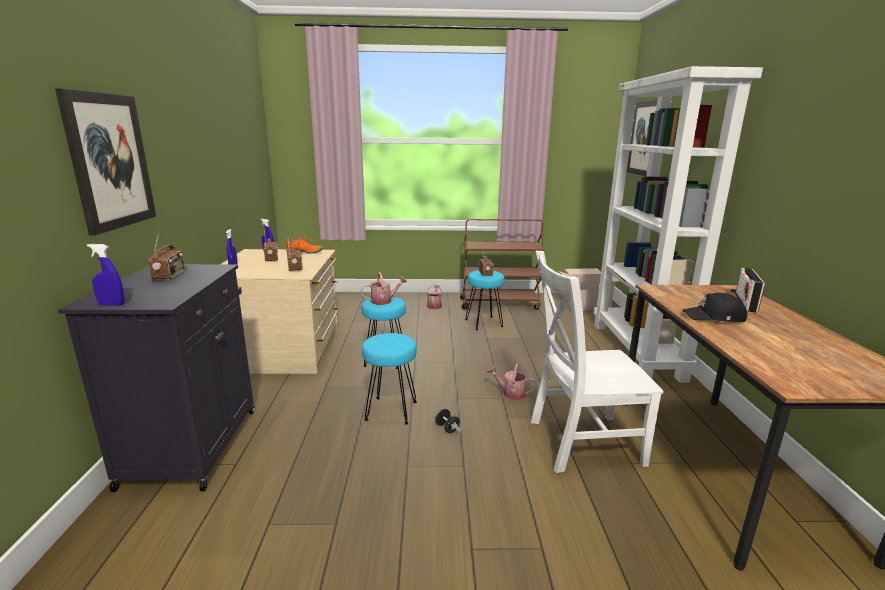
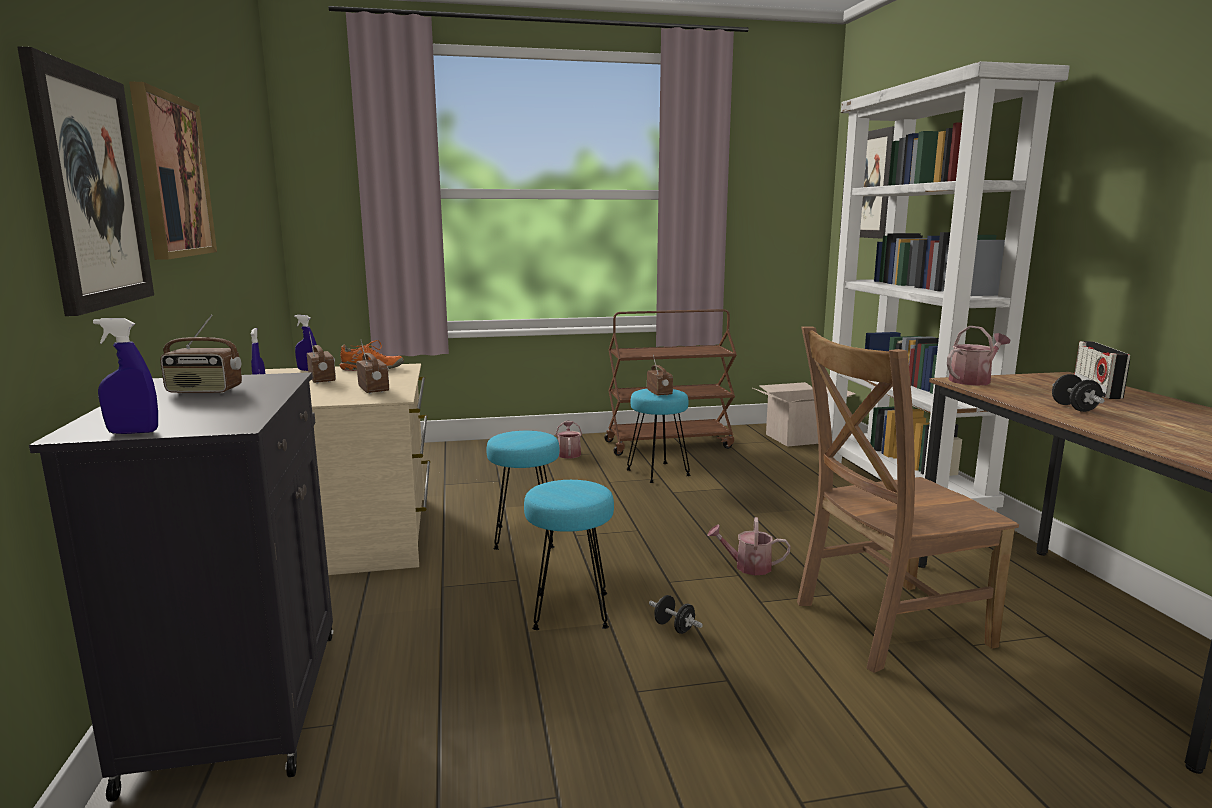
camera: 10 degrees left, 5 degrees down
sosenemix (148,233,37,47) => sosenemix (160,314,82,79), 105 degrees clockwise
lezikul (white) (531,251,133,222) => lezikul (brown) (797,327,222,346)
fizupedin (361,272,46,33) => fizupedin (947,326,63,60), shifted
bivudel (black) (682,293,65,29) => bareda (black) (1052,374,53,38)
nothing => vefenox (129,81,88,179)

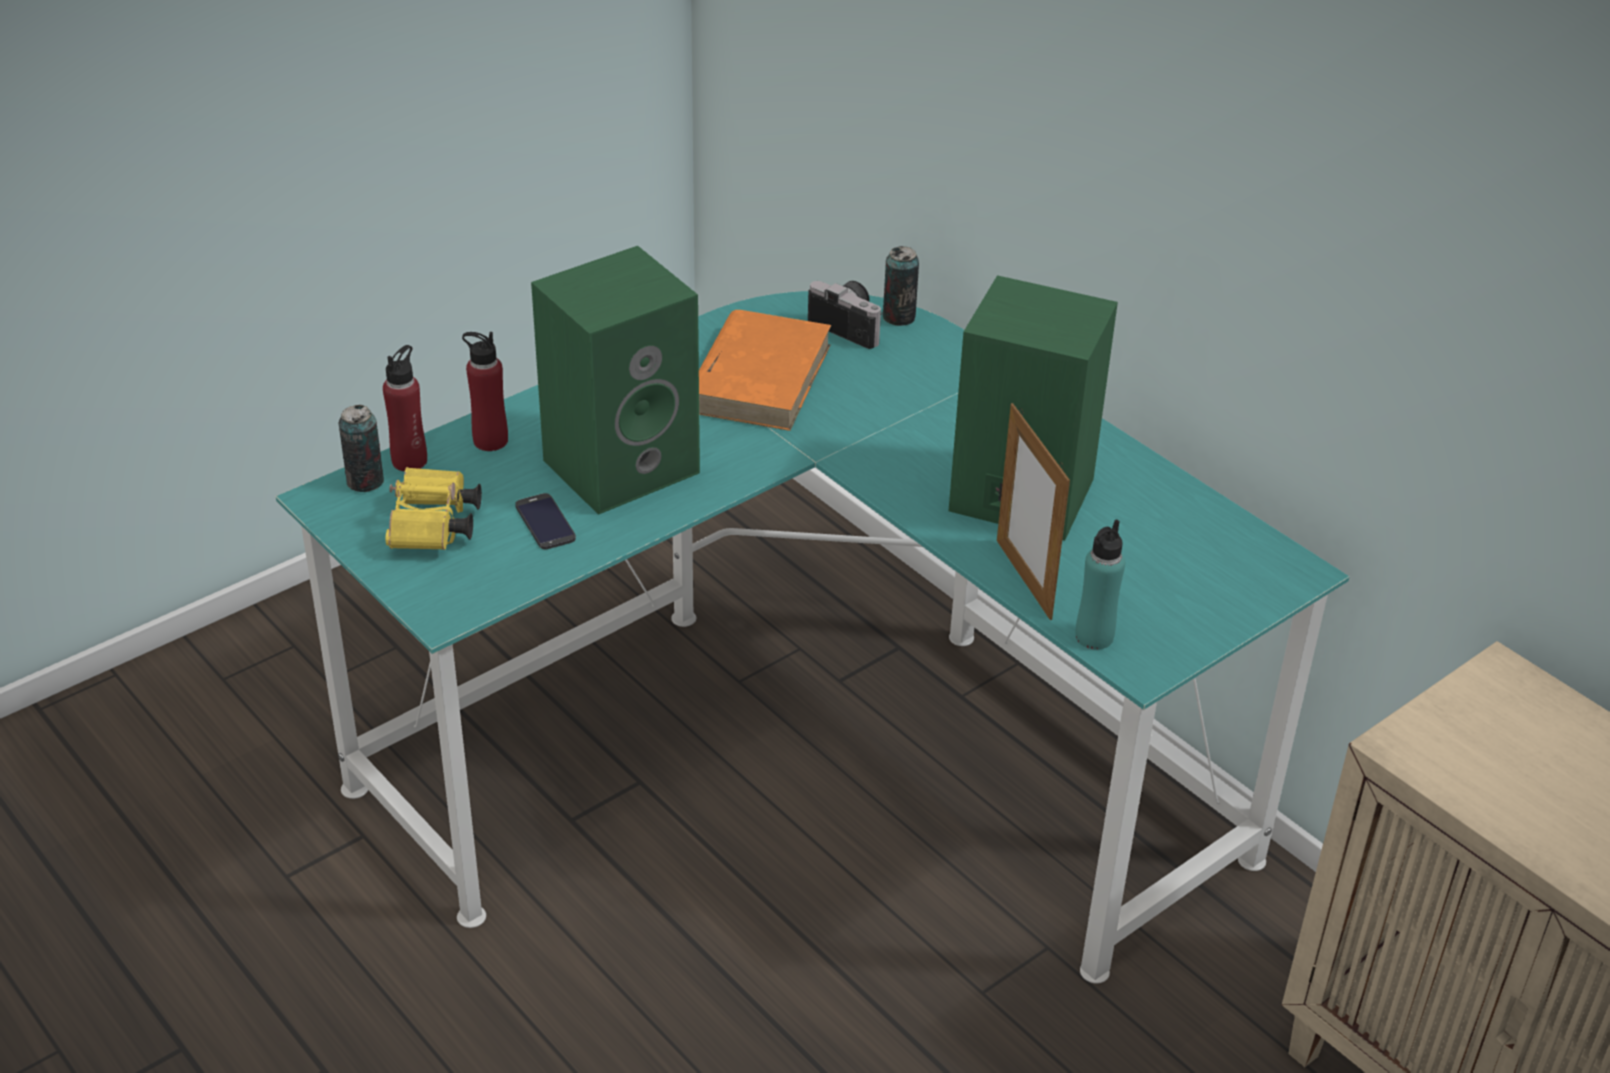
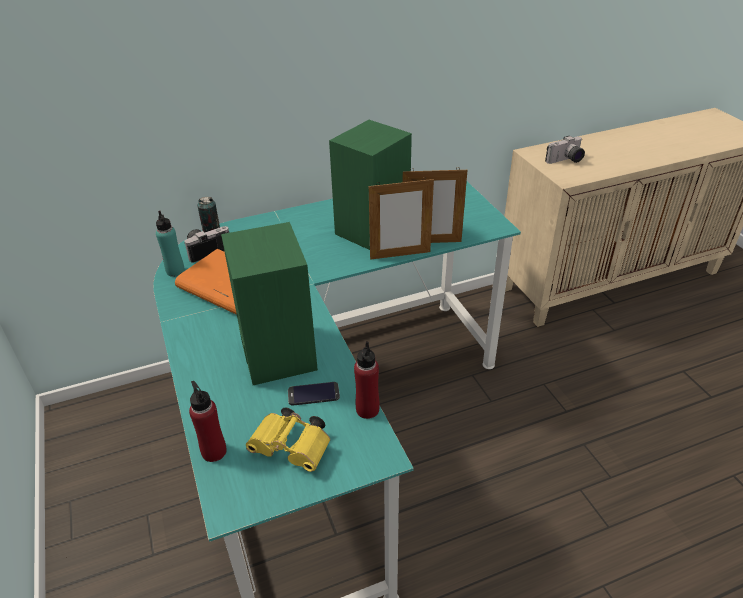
camera: 70 degrees left, 0 degrees up
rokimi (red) (462,332,46,119) => rokimi (red) (354,341,26,78), shifted
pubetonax (339,405,45,87) => nothing
rokimi (turquoise) (1075,519,50,131) => rokimi (turquoise) (156,211,29,66), shifted
nothing => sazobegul (545,136,40,28)
nothing => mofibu (369,177,65,83)

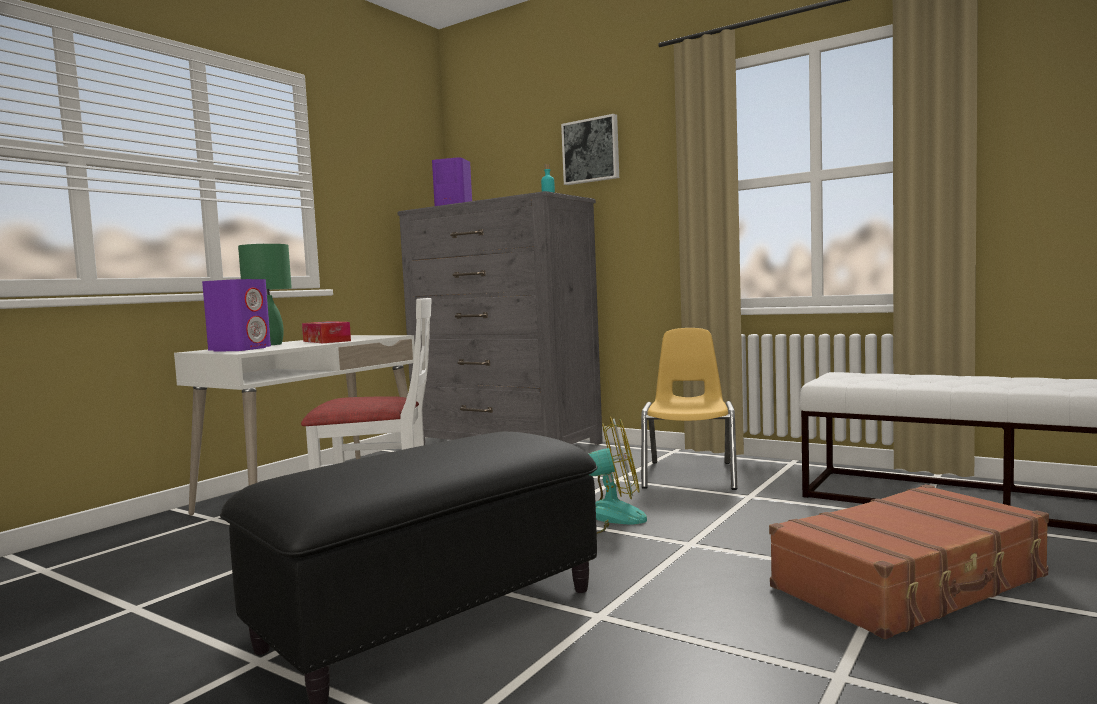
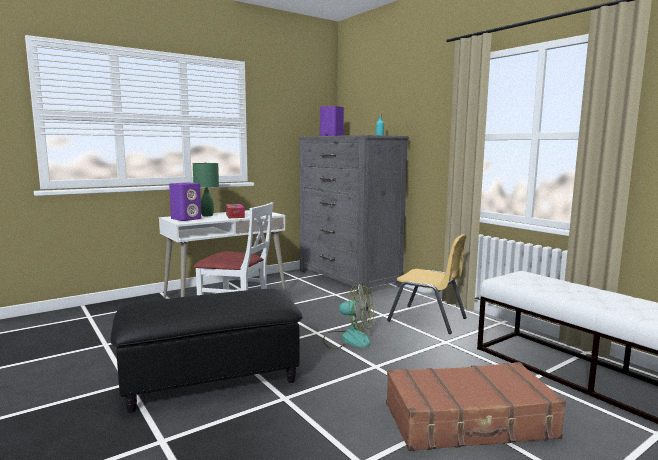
camera: 20 degrees right, 5 degrees up
vefenox (561,114,58,71) => nothing
lezikul (yellow) (641,328,96,162) => lezikul (yellow) (387,234,80,100), 90 degrees clockwise

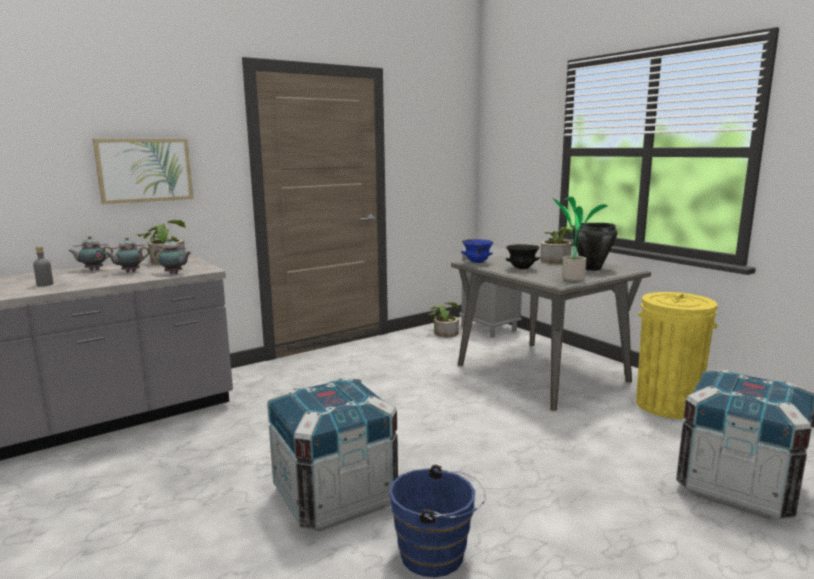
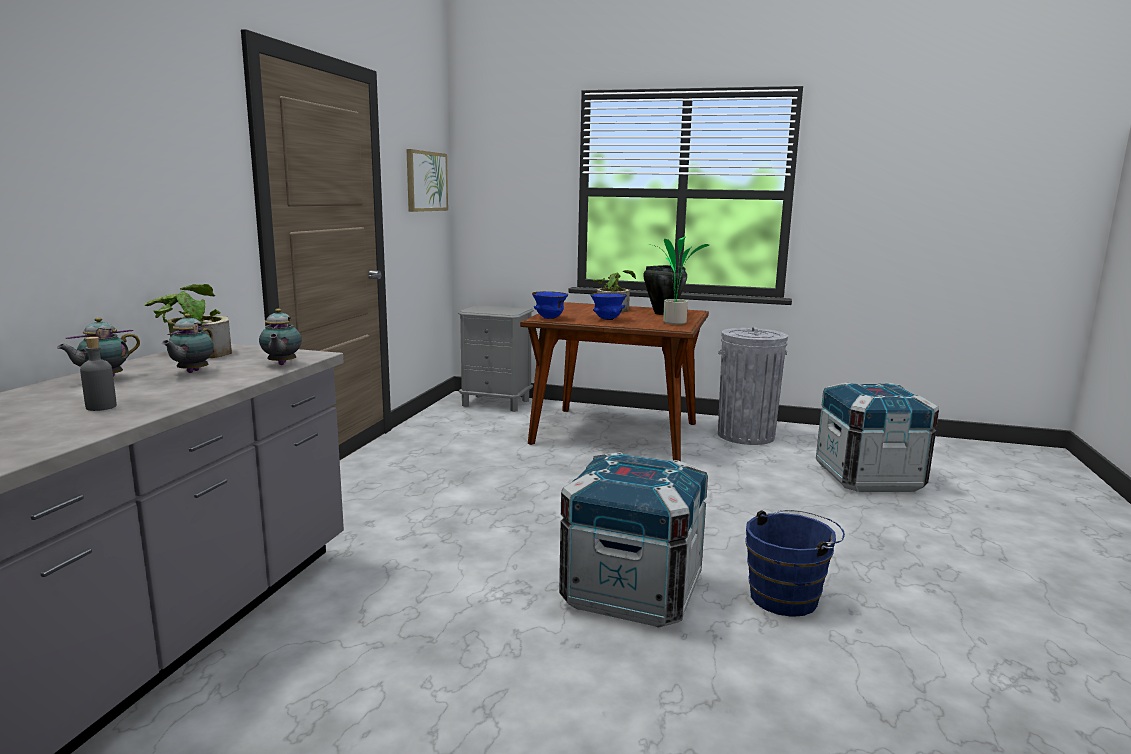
camera: 40 degrees left, 0 degrees up
vefenox (93,139,100,65) => vefenox (406,149,42,63), shifted
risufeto (154,238,37,36) => risufeto (259,309,43,56), 105 degrees clockwise
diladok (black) (506,244,34,26) => diladok (blue) (590,292,37,28)
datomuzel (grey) (451,250,200,161) => datomuzel (brown) (520,302,189,159)
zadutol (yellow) (636,292,82,127) => zadutol (grey) (718,327,70,118)
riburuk (428,302,31,36) => nothing

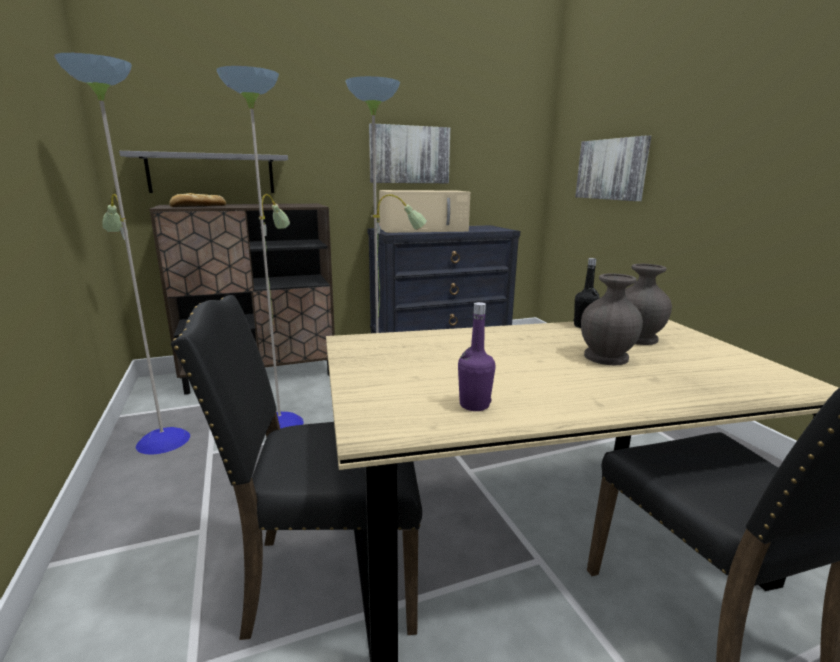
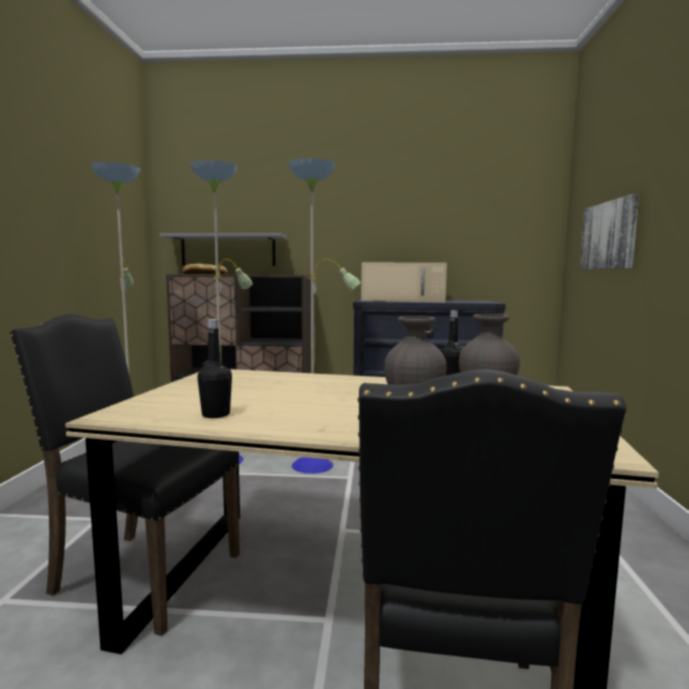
camera: 25 degrees right, 10 degrees down
vefenox (369,123,81,60) => nothing
rokimi (purple) (458,302,38,109) => rokimi (black) (197,319,35,99)

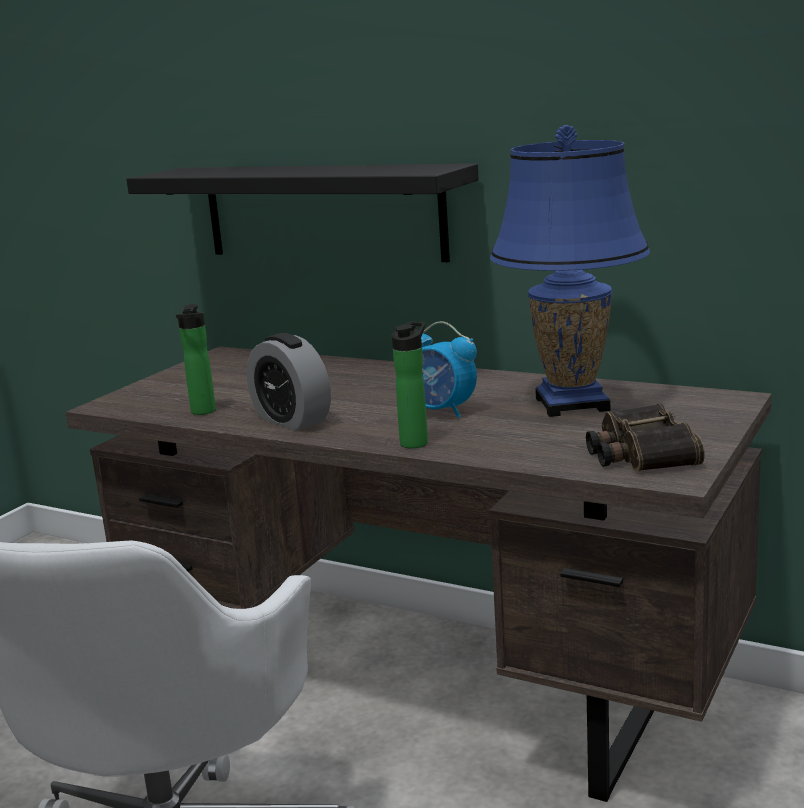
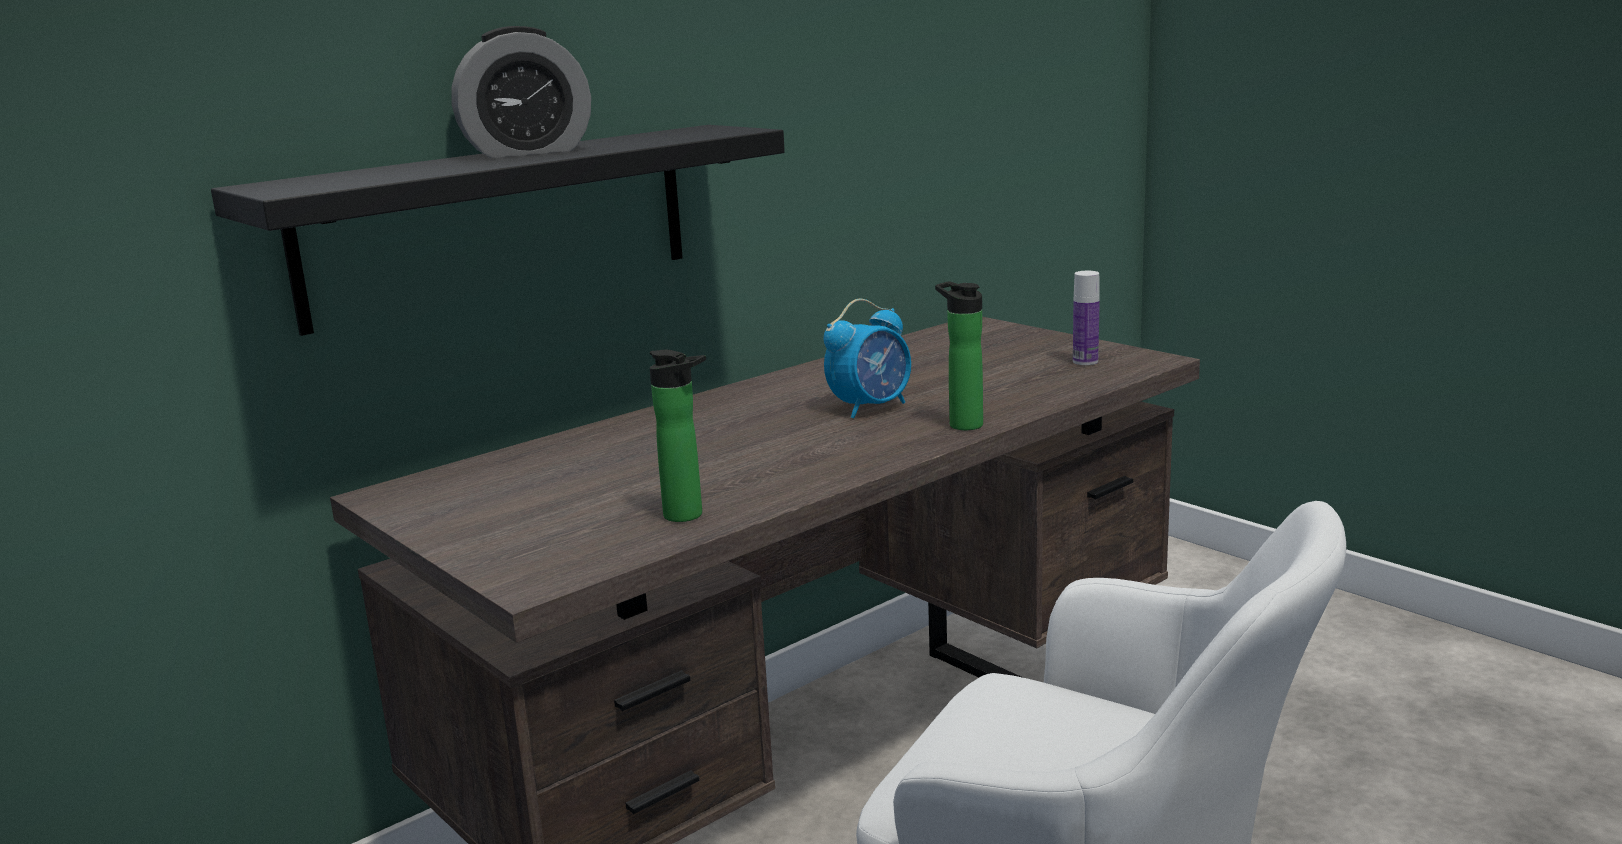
camera: 70 degrees left, 0 degrees up
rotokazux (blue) (490,125,160,292) => nothing
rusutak (247,333,84,98) => rusutak (452,26,139,132), shifted
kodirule (586,403,119,69) => rokimi (1073,271,27,94)

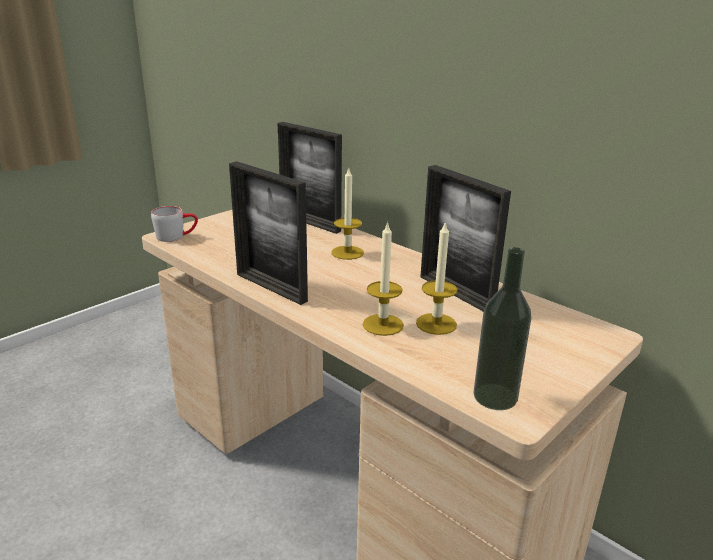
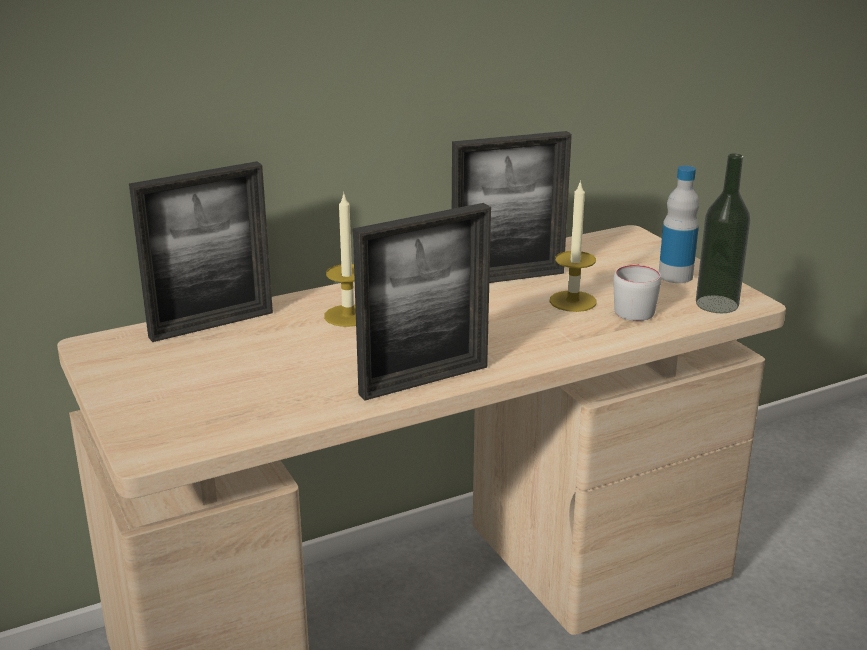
camera: 70 degrees left, 0 degrees up
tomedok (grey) (151,206,47,36) => tomedok (grey) (613,265,48,56), shifted
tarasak (363,221,41,115) => nothing
nothing => rokimi (659,166,40,117)

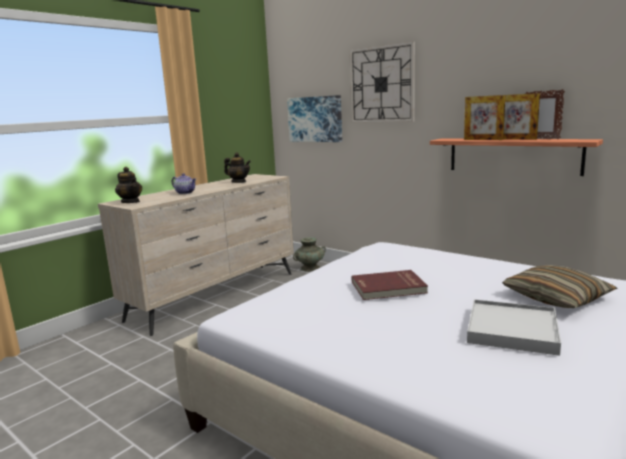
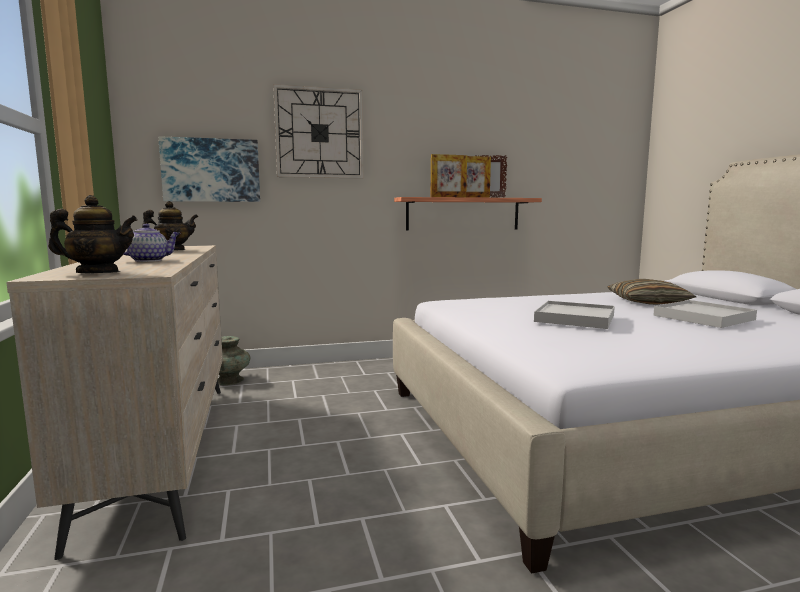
camera: 55 degrees left, 5 degrees down
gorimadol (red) (352,270,76,30) => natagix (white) (534,301,81,28)

